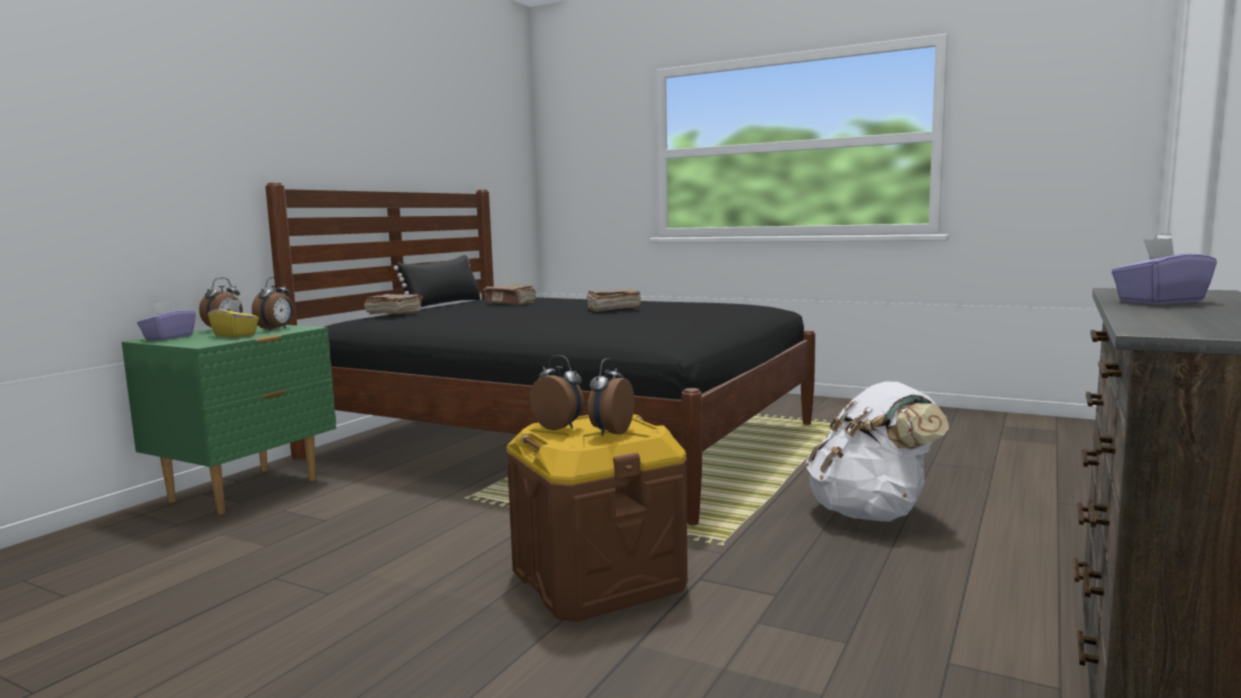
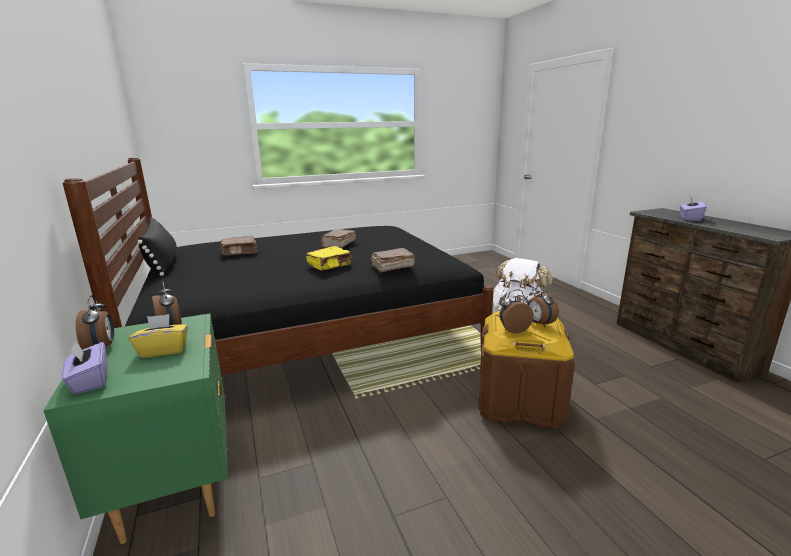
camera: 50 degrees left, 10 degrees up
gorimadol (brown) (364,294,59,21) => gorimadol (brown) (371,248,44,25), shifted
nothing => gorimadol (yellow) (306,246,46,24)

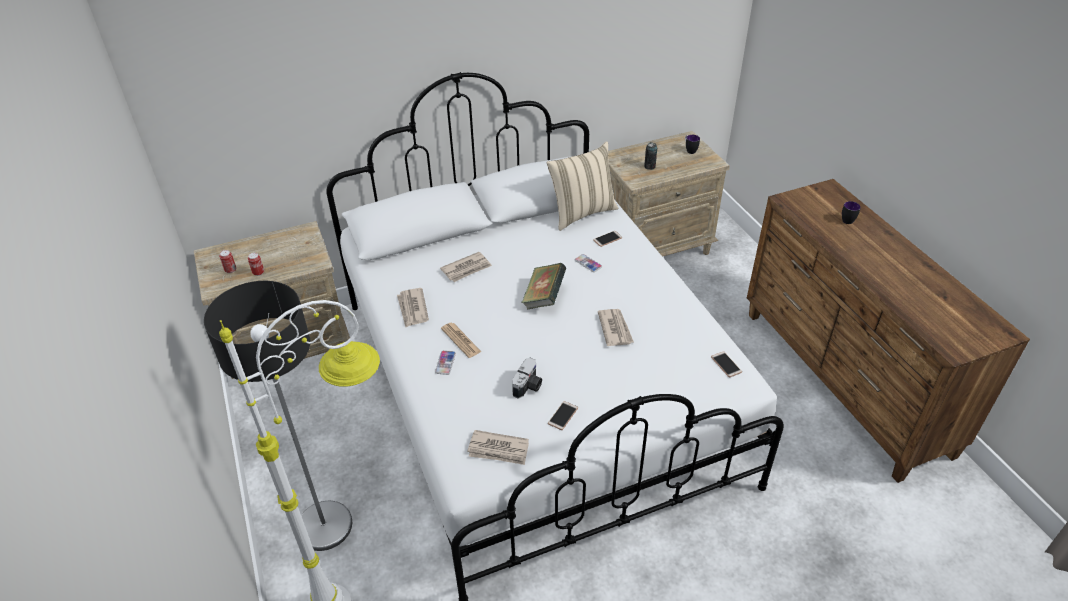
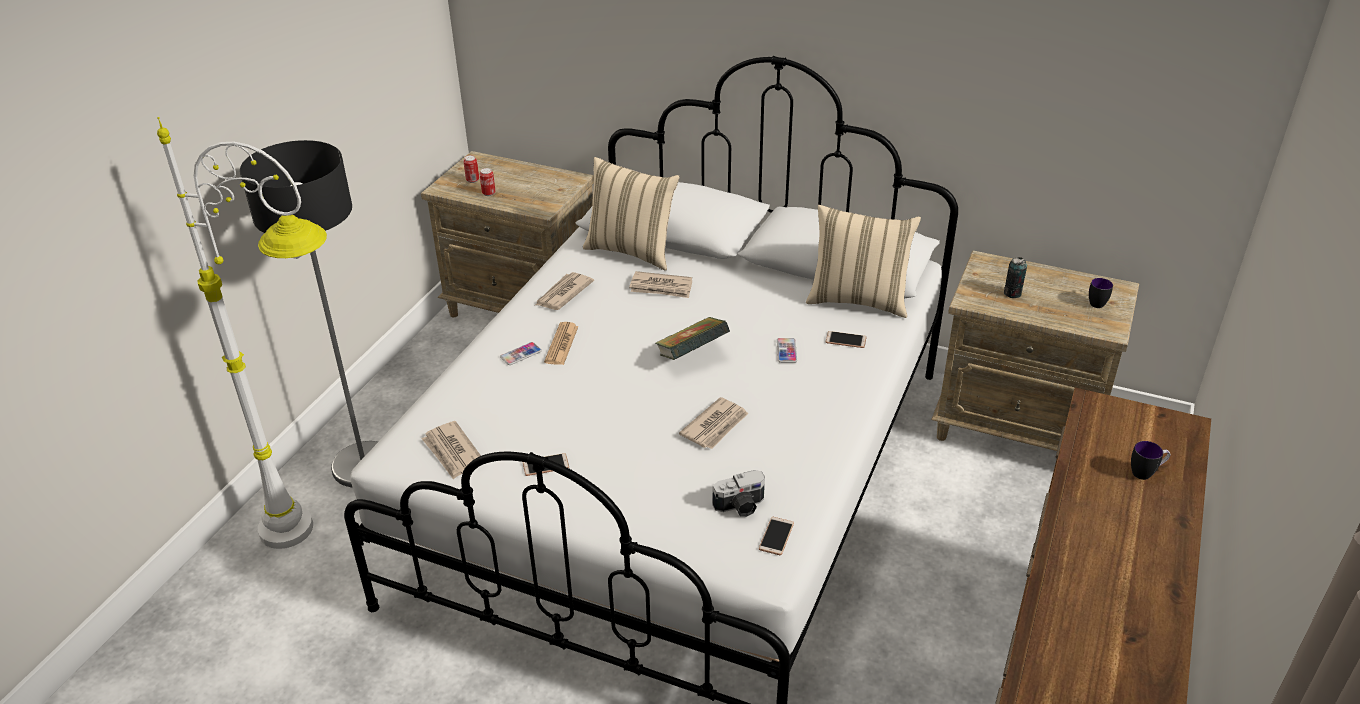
camera: 45 degrees right, 5 degrees down
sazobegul (512,358,30,41) => sazobegul (712,470,53,47), shifted
nothing => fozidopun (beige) (583,157,97,114)

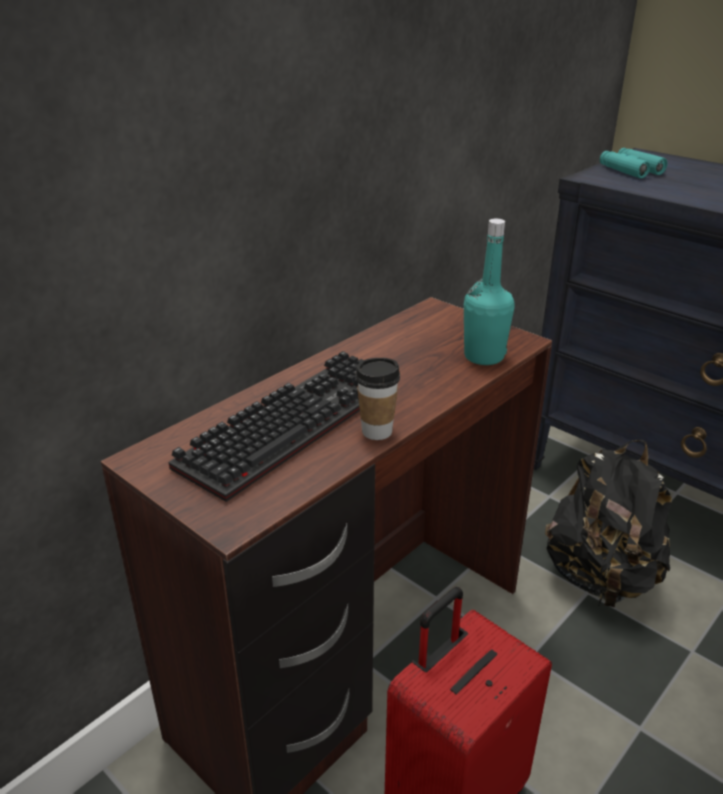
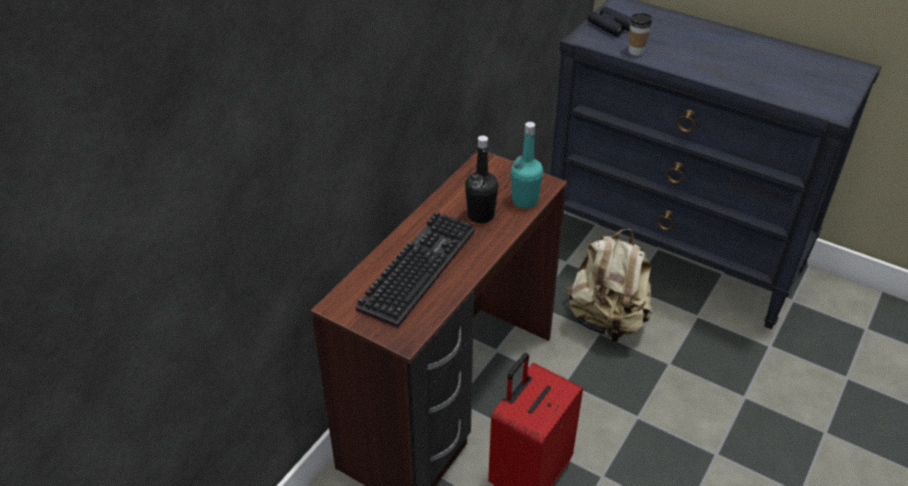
camera: 10 degrees left, 10 degrees up
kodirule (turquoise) (600,148,67,30) => kodirule (black) (588,6,43,31)
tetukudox (355,358,45,82) => tetukudox (629,13,23,43), shifted
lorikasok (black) (545,440,127,167) => lorikasok (beige) (567,229,85,113)
nothing => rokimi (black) (465,135,33,88)

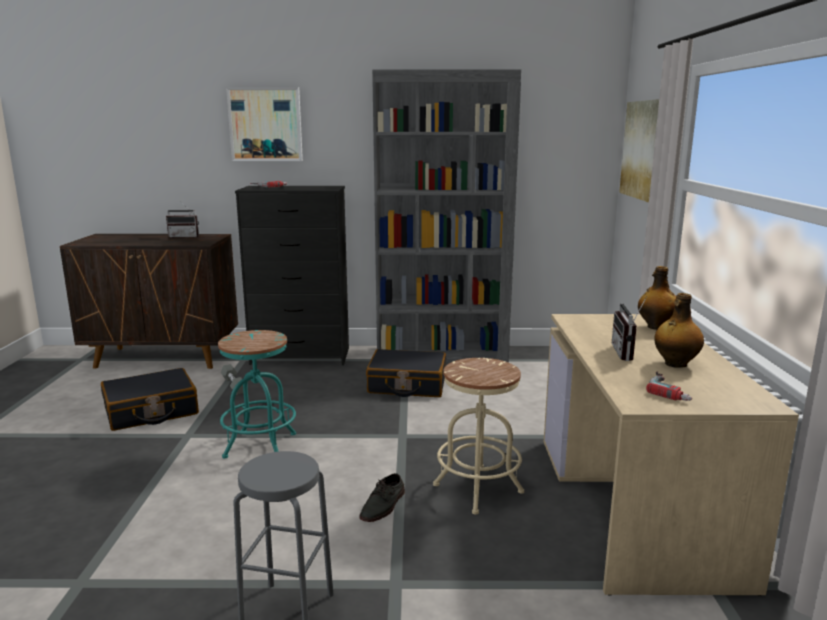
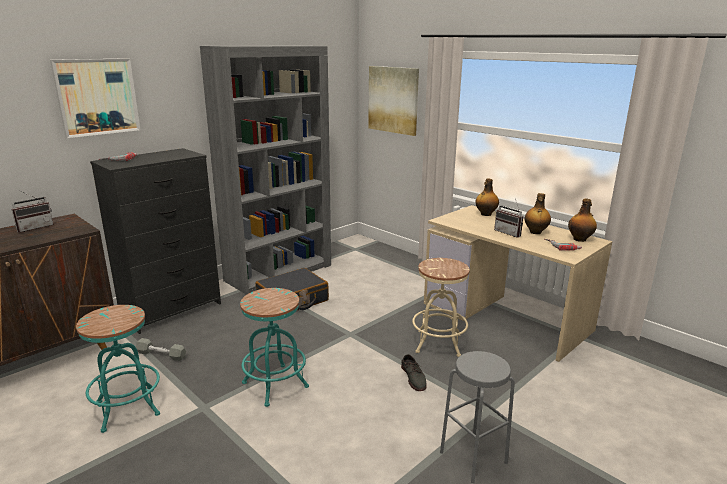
camera: 45 degrees left, 5 degrees up
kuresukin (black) (101,368,98,63) => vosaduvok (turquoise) (76,305,84,128)
nothing => rokimi (568,199,29,43)

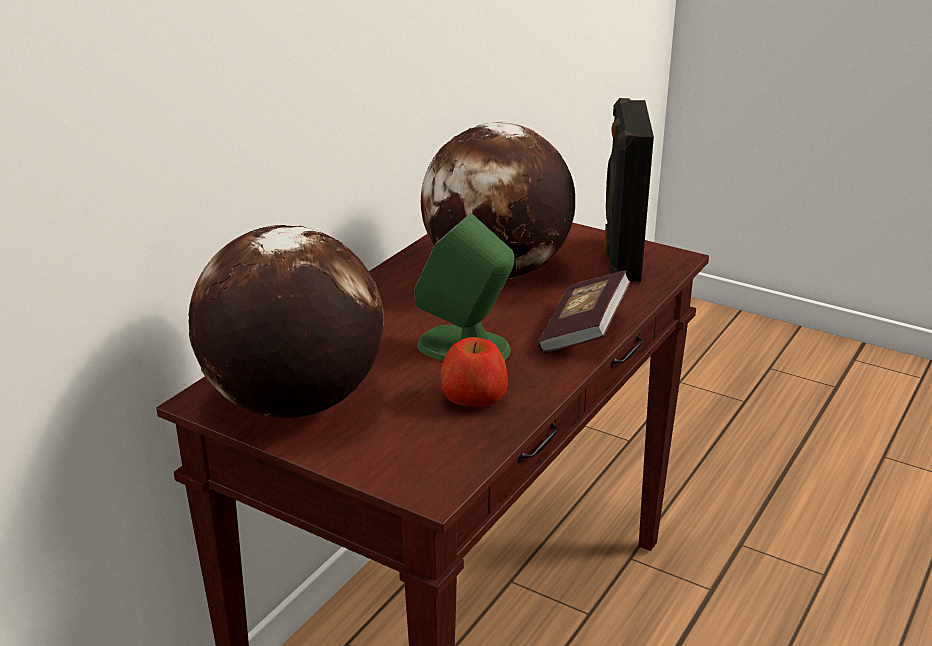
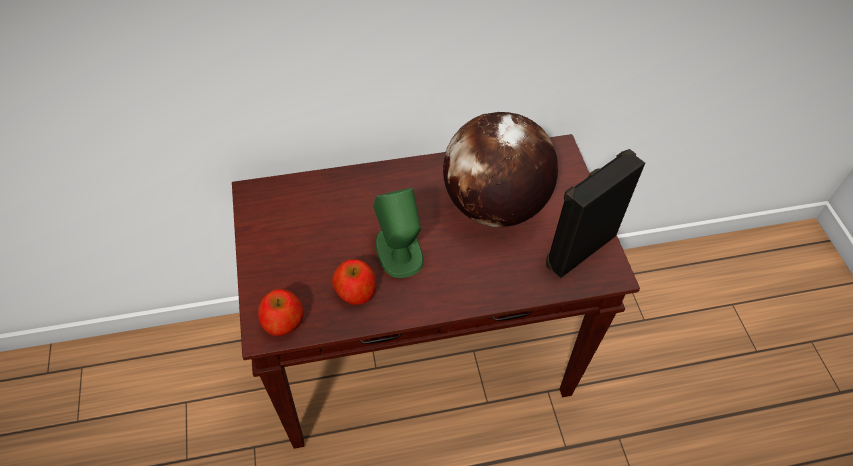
camera: 45 degrees right, 25 degrees up
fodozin (188,225,196,193) => nothing
gorimadol (538,270,93,83) => nothing
nothing => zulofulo (258,289,46,47)

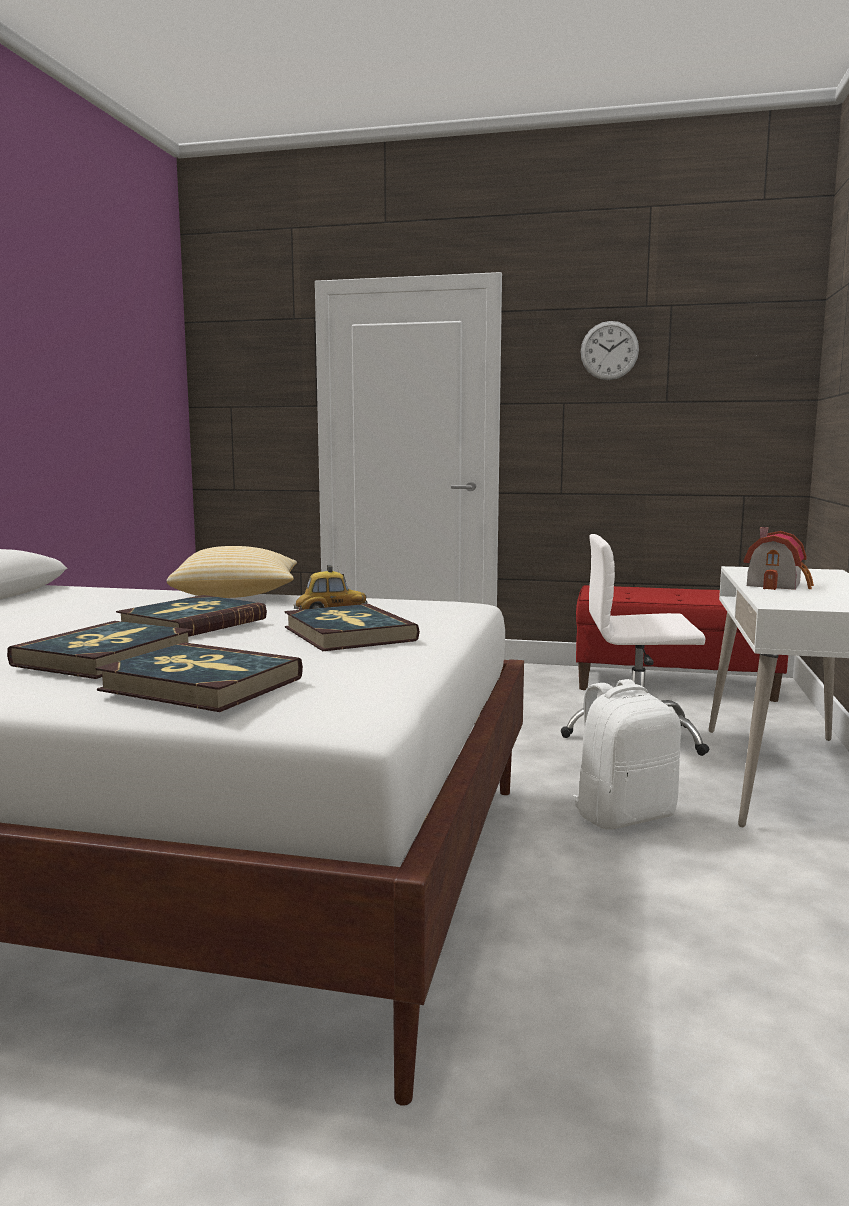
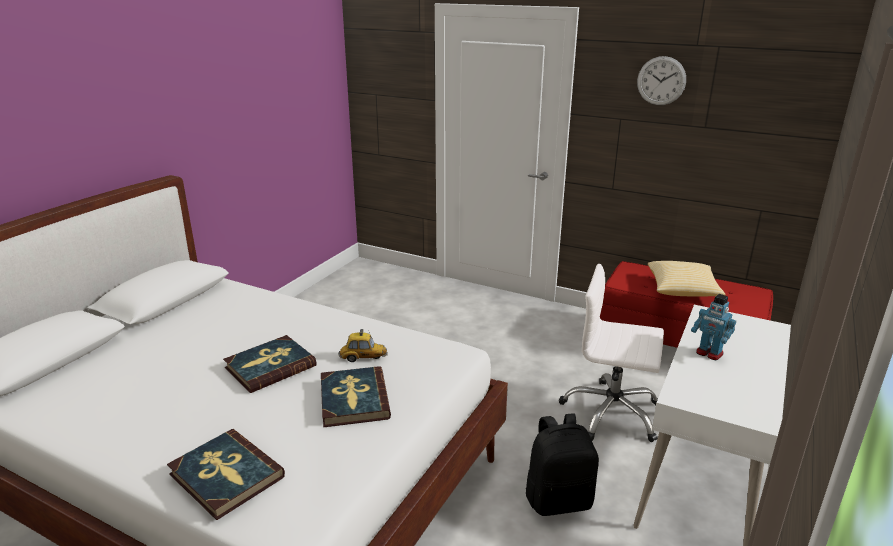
camera: 15 degrees right, 15 degrees up
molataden (743,527,71,63) => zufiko (691,294,45,66)
fozidopun (167,546,130,52) => fozidopun (648,261,78,36), shifted
gorimadol (7,621,186,58) => nothing
lorikasok (white) (573,679,108,151) => lorikasok (black) (526,413,73,103)

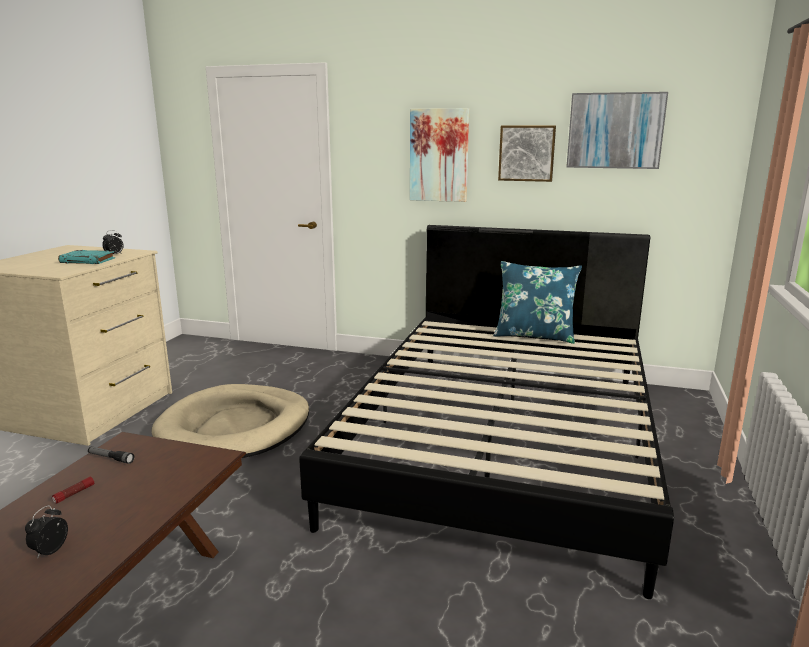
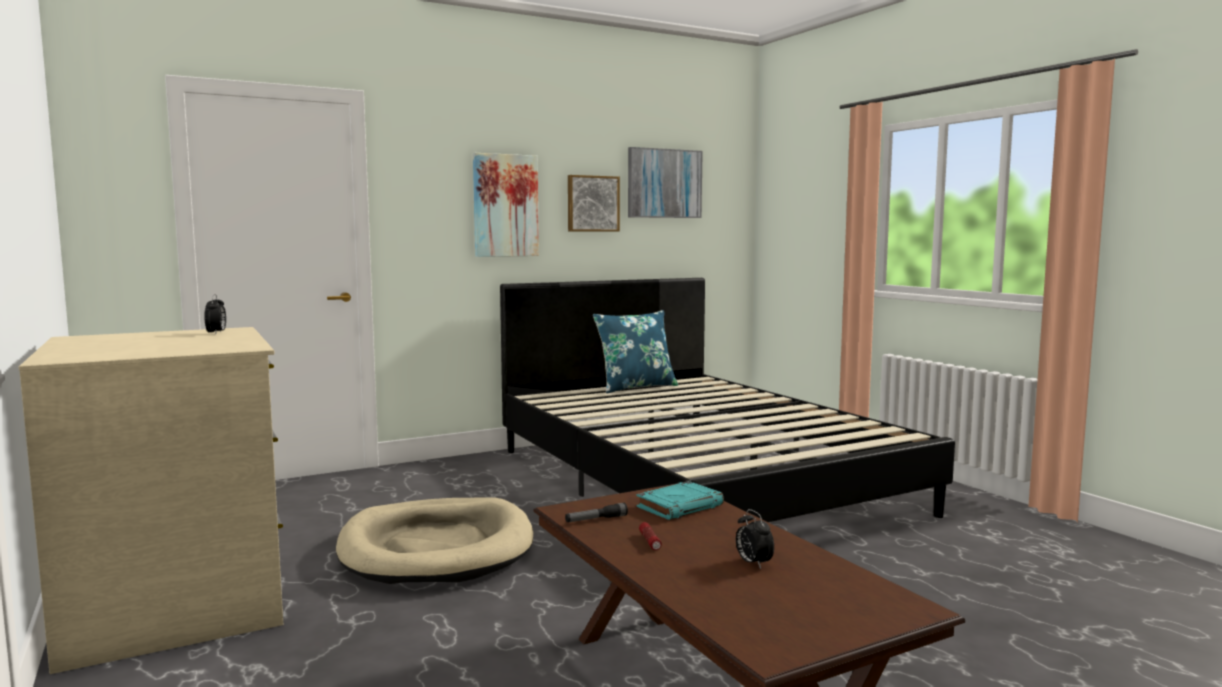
camera: 45 degrees left, 10 degrees down
gorimadol (turquoise) (58,250,57,14) => gorimadol (turquoise) (637,481,87,39), shifted

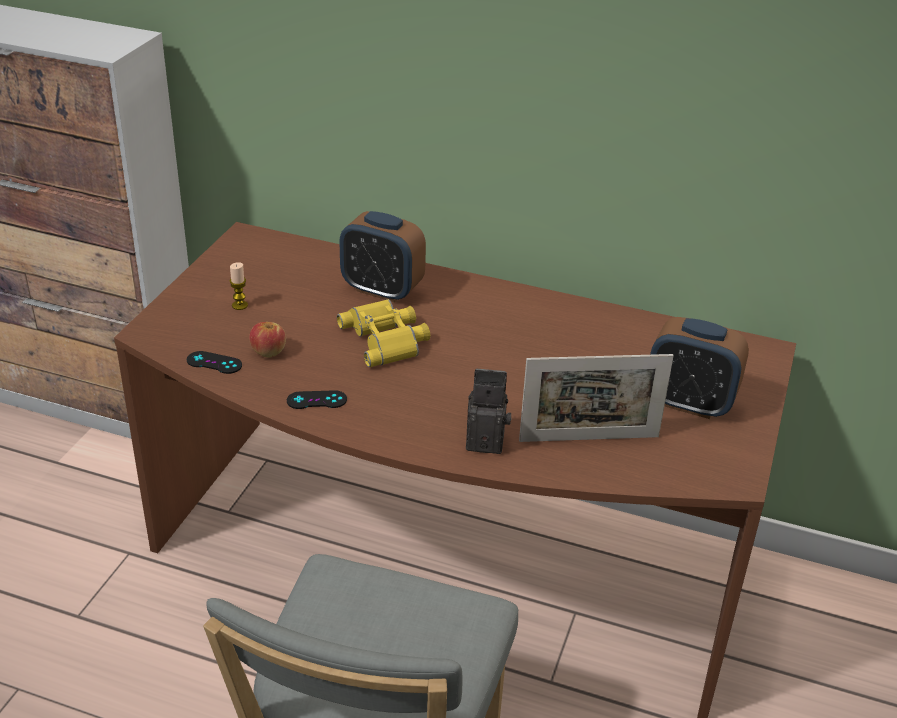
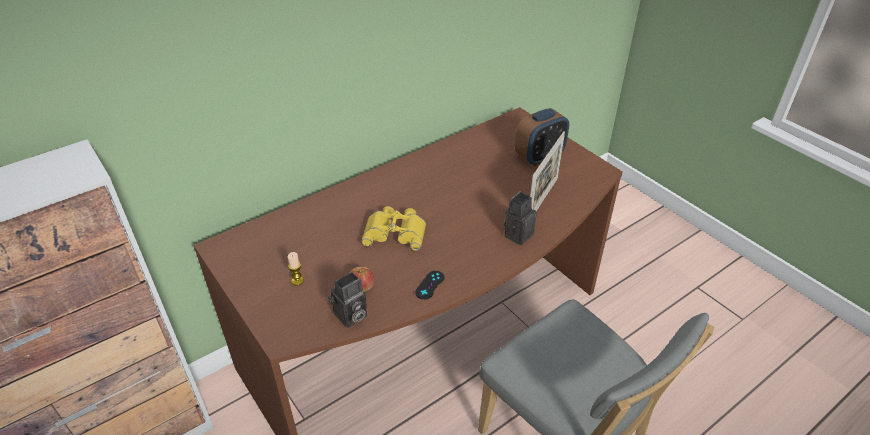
camera: 55 degrees left, 5 degrees up
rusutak (339,211,87,92) => nothing
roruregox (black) (187,351,55,23) => sazobegul (328,272,39,56)

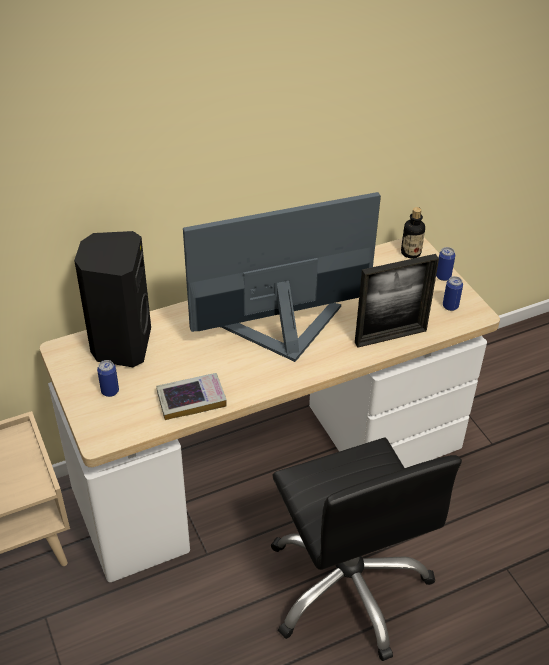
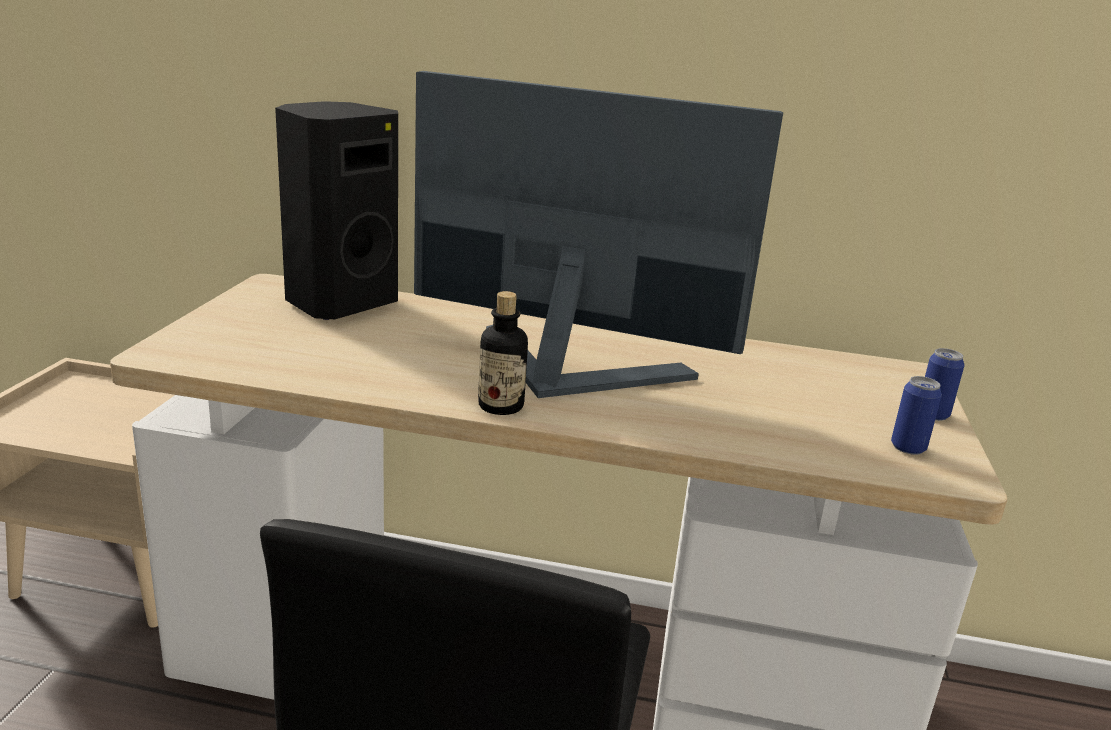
camera: 35 degrees right, 20 degrees down
rokimi (401,207,24,52) => rokimi (478,291,50,124), shifted
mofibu (355,254,84,94) => nothing
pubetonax (97,360,22,37) => nothing
gorimadol (156,373,71,47) => nothing

